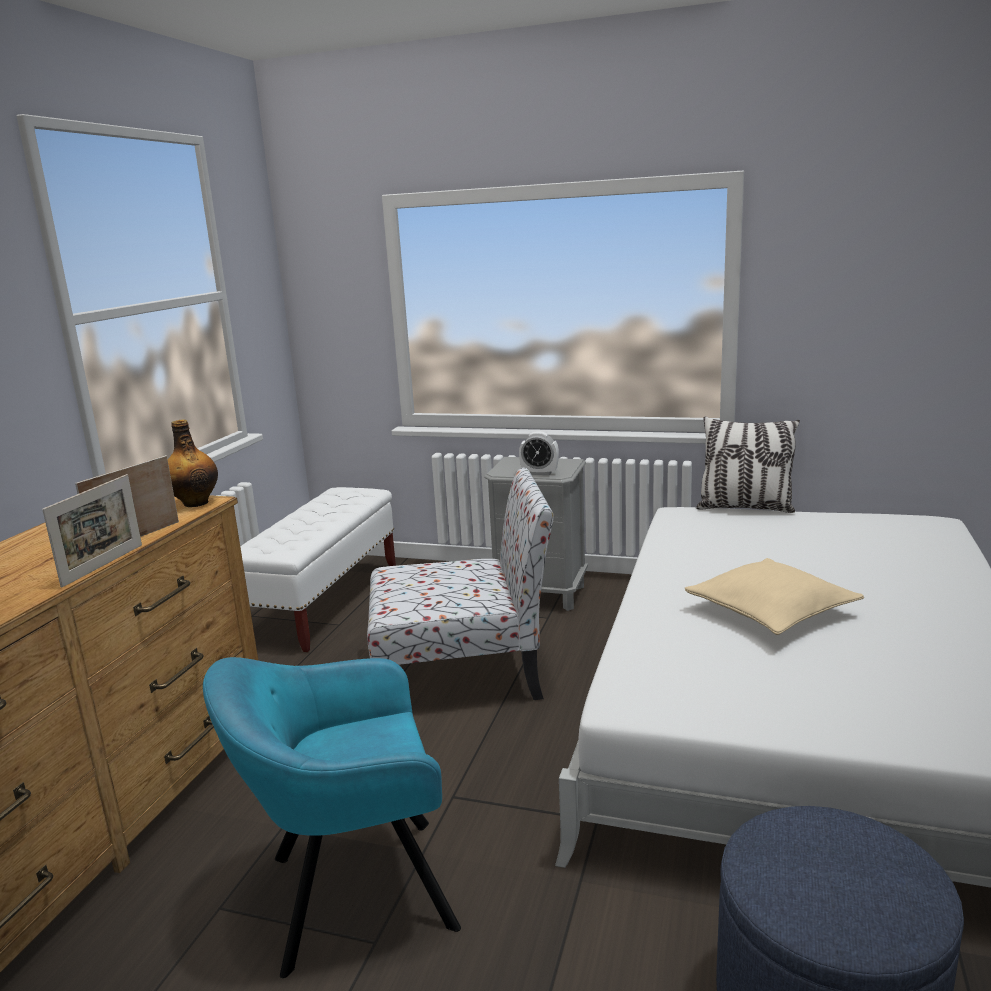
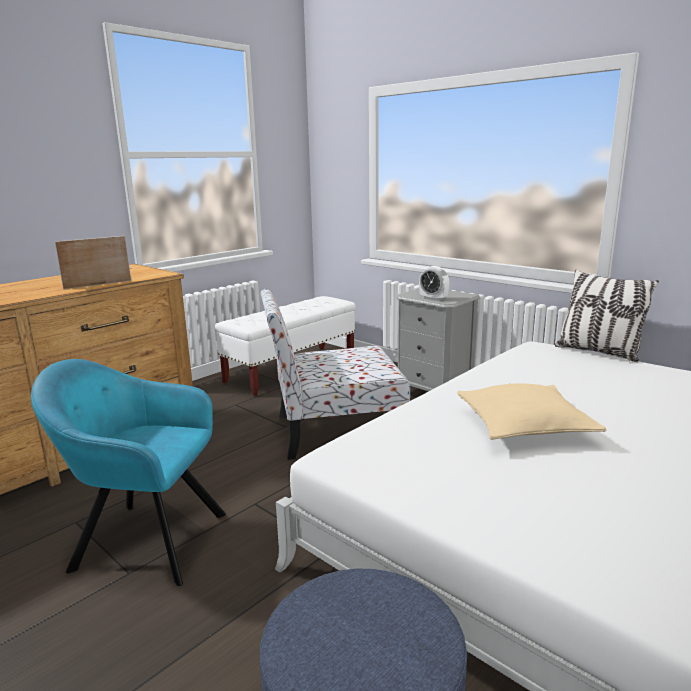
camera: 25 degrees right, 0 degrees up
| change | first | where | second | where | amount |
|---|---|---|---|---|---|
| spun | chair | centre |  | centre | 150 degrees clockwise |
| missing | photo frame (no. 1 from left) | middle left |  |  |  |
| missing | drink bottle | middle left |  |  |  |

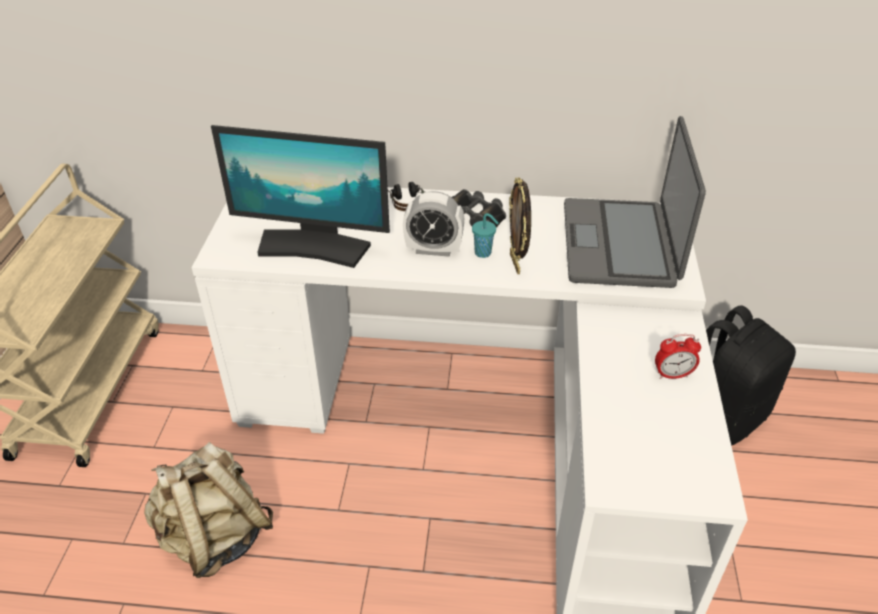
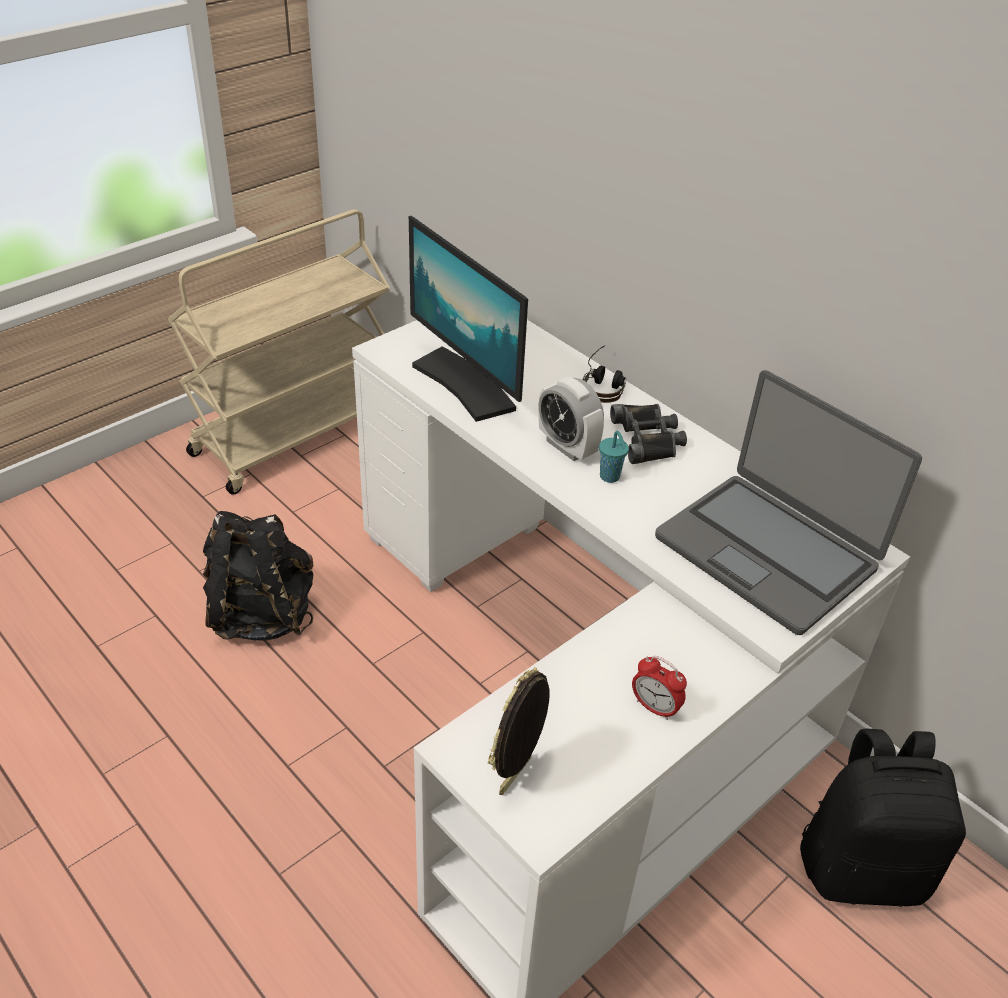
camera: 40 degrees right, 0 degrees up
| change | first | where | second | where | amount |
|---|---|---|---|---|---|
| colour | sand-coloured backpack | bottom left | black-coloured backpack (no. 1 from left) | middle left |  |
| relocated | photo frame | centre |  | bottom centre |  |
| spun | portable computer | top right |  | middle right | 90 degrees counterclockwise |

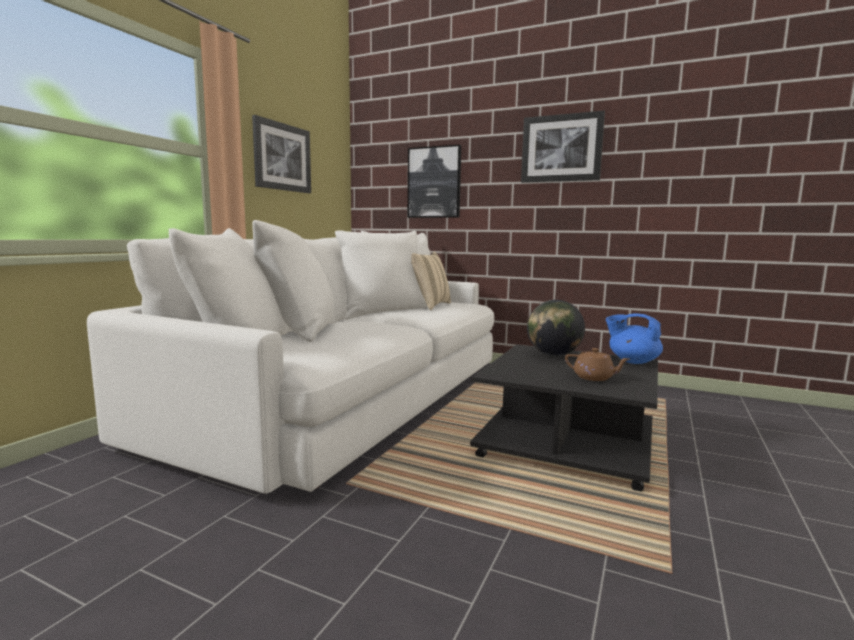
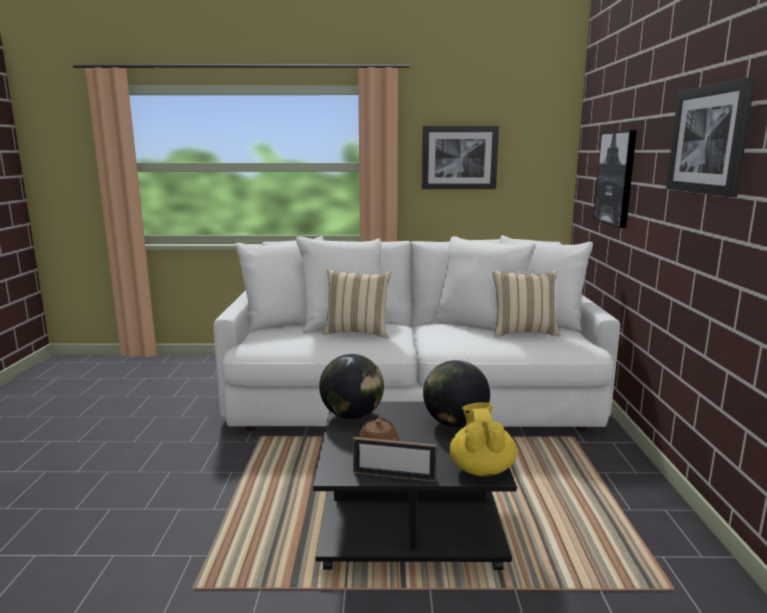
camera: 65 degrees right, 5 degrees up
| change | first | where | second | where | amount |
|---|---|---|---|---|---|
| appeared |  |  | world globe (no. 1 from left) | centre |  |
| appeared |  |  | sand-coloured pillow (no. 1 from left) | centre |  |
| appeared |  |  | photo frame | bottom centre |  |
| colour | bluish teapot | middle right | yellow teapot | bottom centre |  |

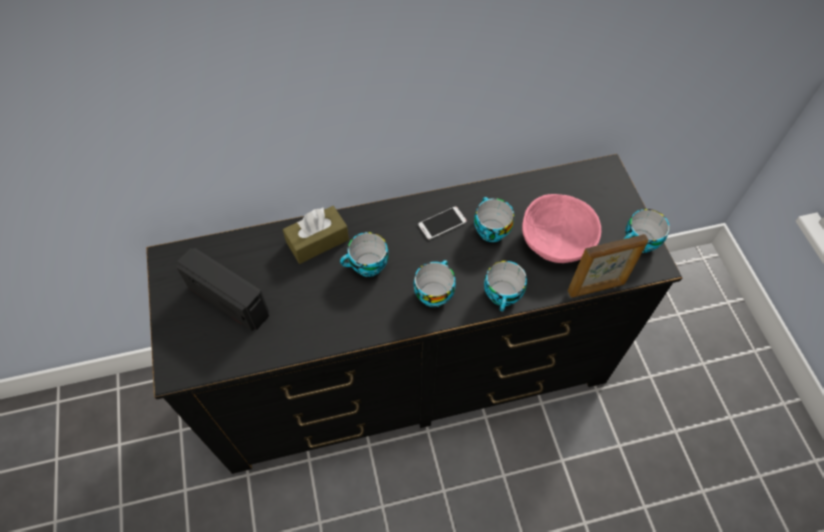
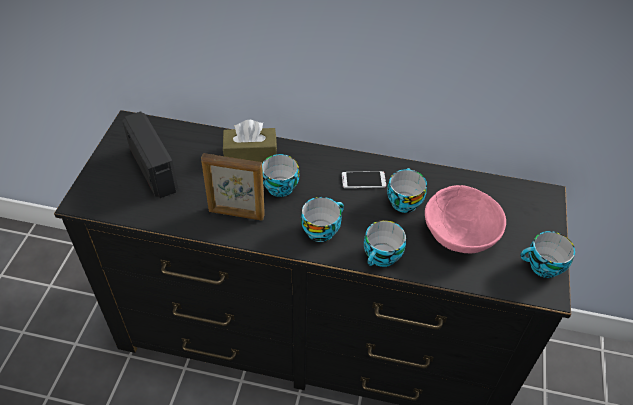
camera: 25 degrees right, 10 degrees down
| change | first | where | second | where | amount |
|---|---|---|---|---|---|
| relocated | photo frame | middle right |  | centre |  |

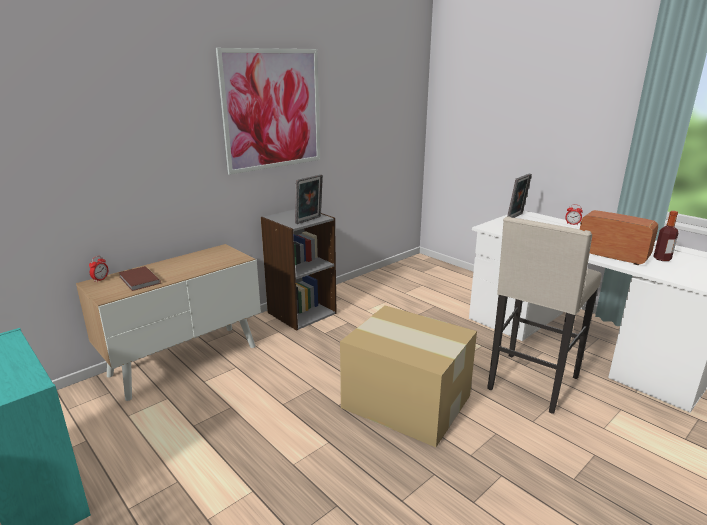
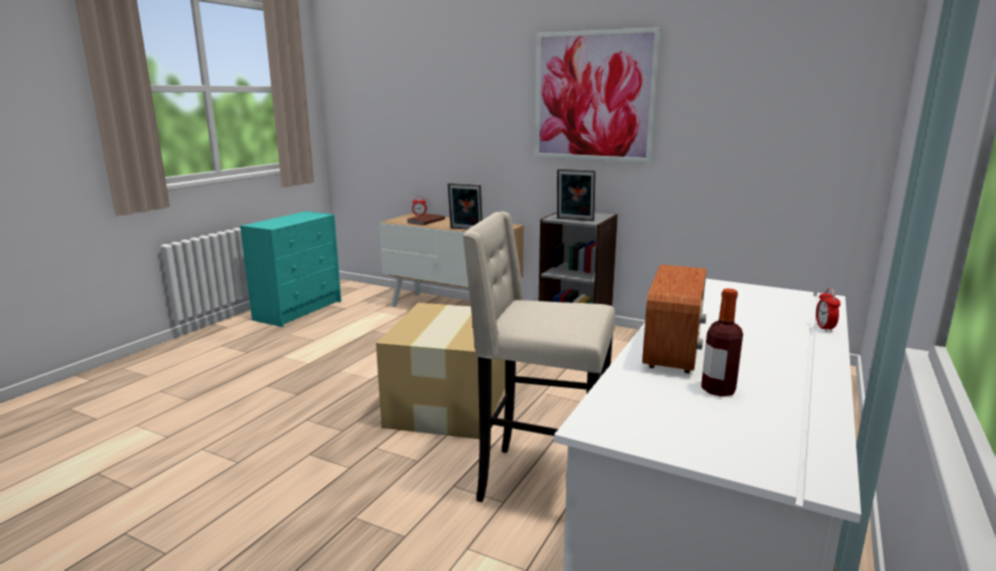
camera: 70 degrees right, 5 degrees down
| change | first | where | second | where | amount |
|---|---|---|---|---|---|
| relocated | photo frame (no. 2 from left in the first image) | middle right | photo frame (no. 1 from left) | centre |  |

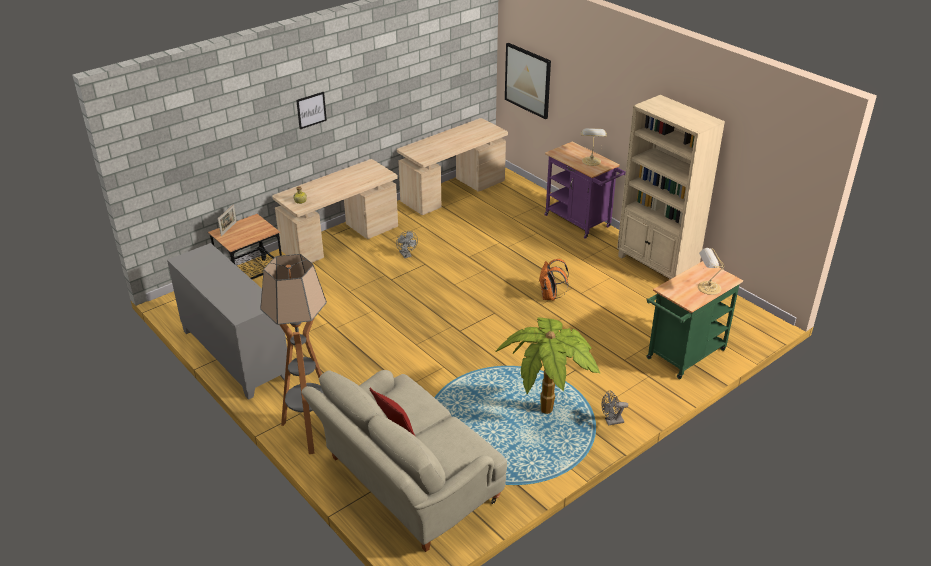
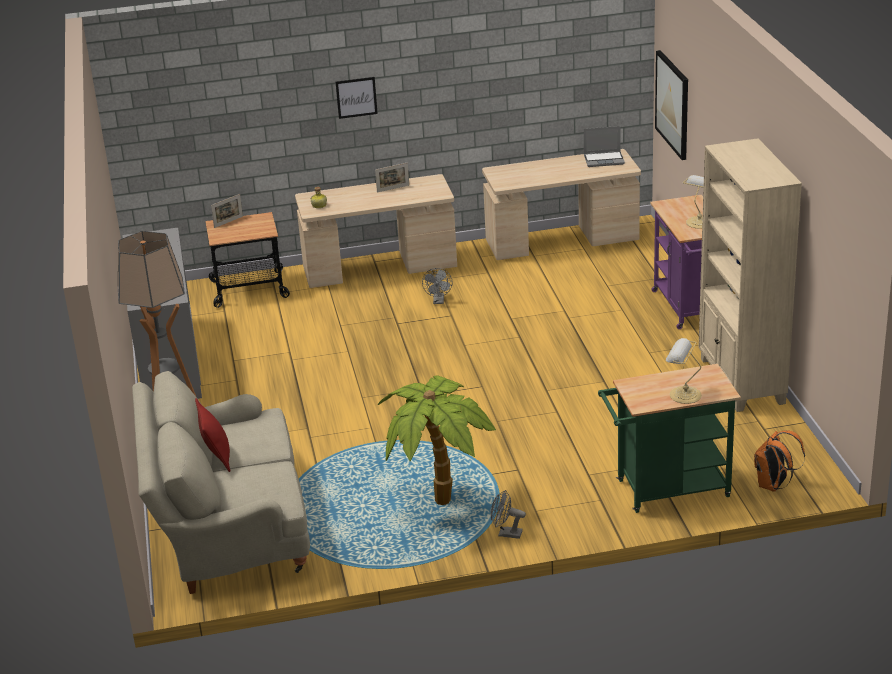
camera: 30 degrees right, 5 degrees down
| change | first | where | second | where | amount |
|---|---|---|---|---|---|
| appeared |  |  | photo frame (no. 2 from left) | top centre |  |
| appeared |  |  | portable computer | top right |  |
| relocated | orange-coloured backpack | centre |  | bottom right |  |

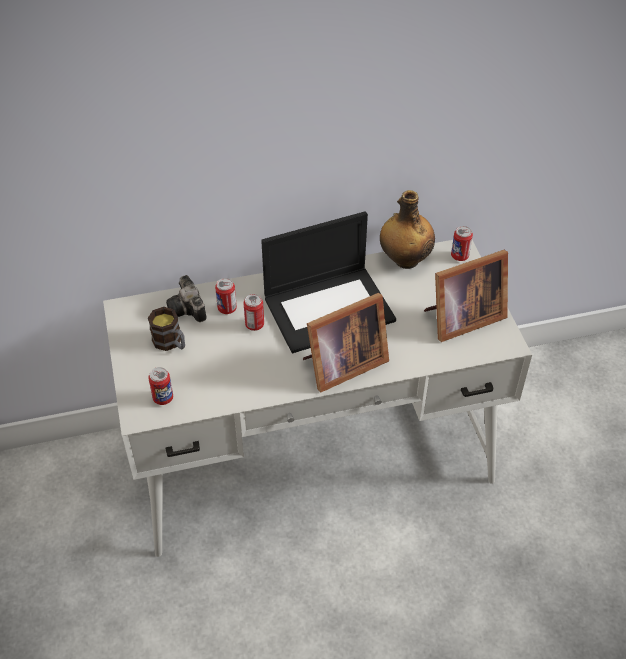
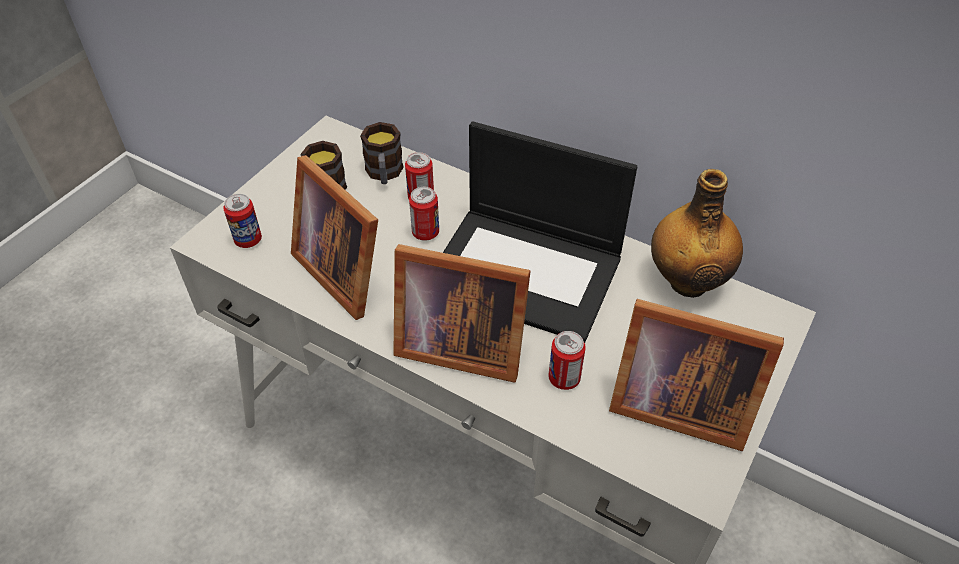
camera: 45 degrees right, 0 degrees up
| change | first | where | second | where | amount |
|---|---|---|---|---|---|
| appeared |  |  | photo frame (no. 1 from left) | centre |  |
| exchanged | still camera | middle left | mug (no. 2 from left) | top centre |  |
| relocated | can (no. 4 from left) | middle right |  | centre |  |

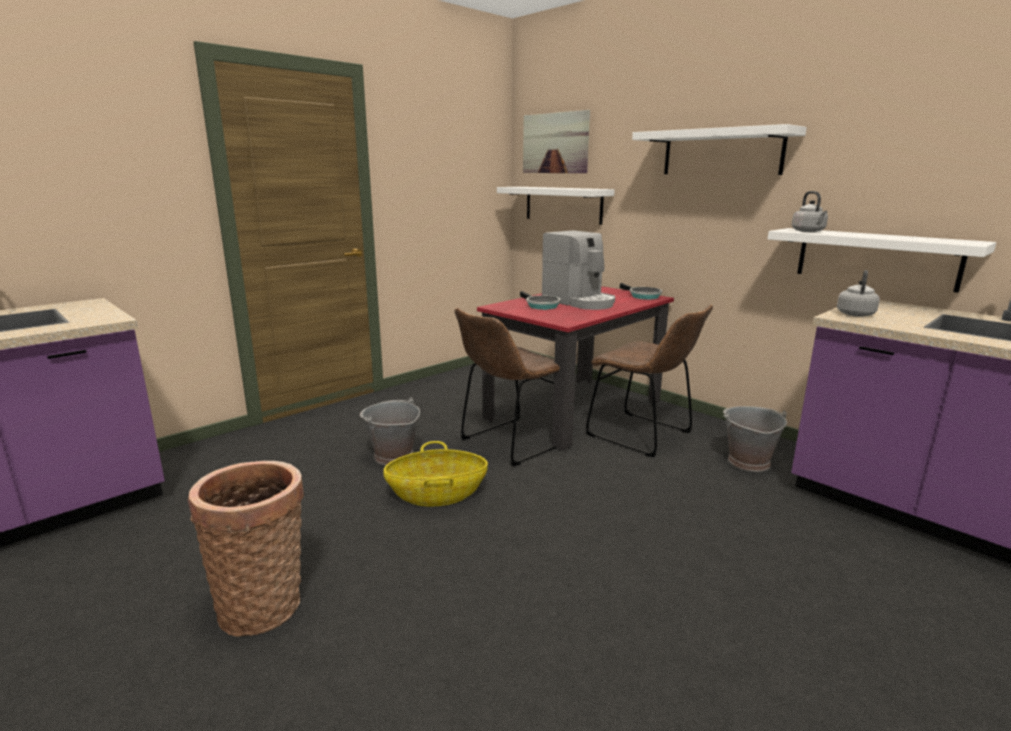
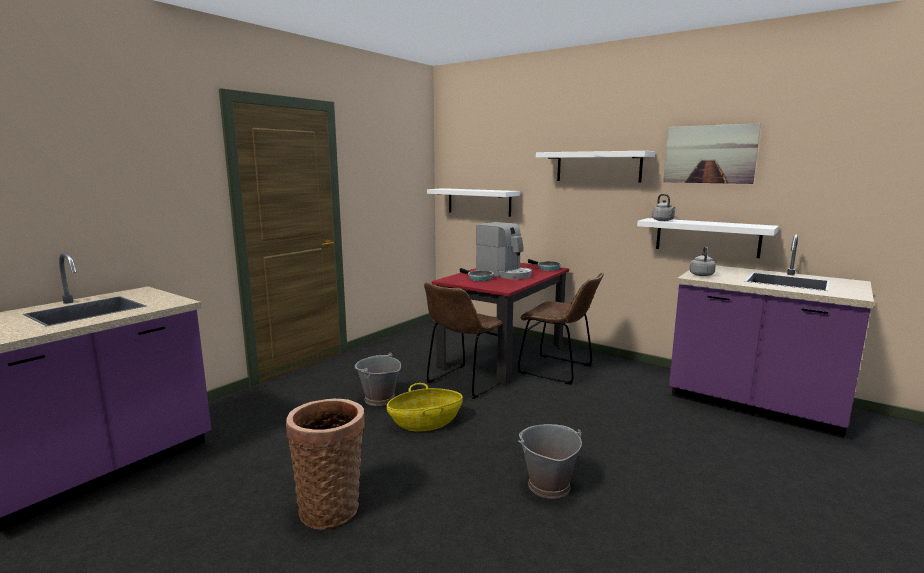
camera: 10 degrees left, 5 degrees down
| change | first | where | second | where | amount |
|---|---|---|---|---|---|
| relocated | grey water bucket (no. 2 from left) | middle right |  | bottom centre |  |
| relocated | wall art | top centre |  | top right |  |

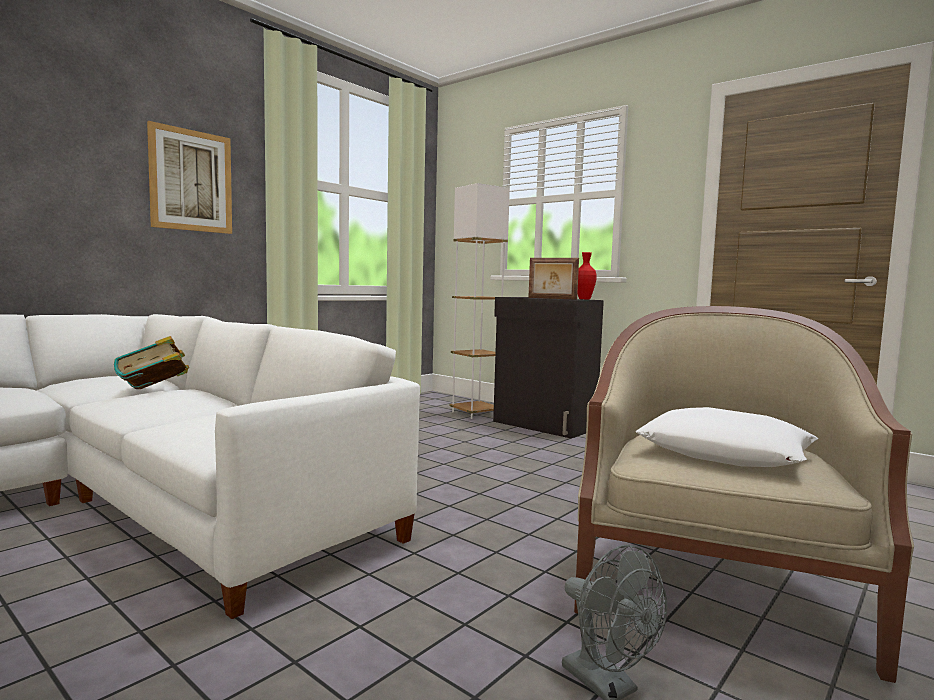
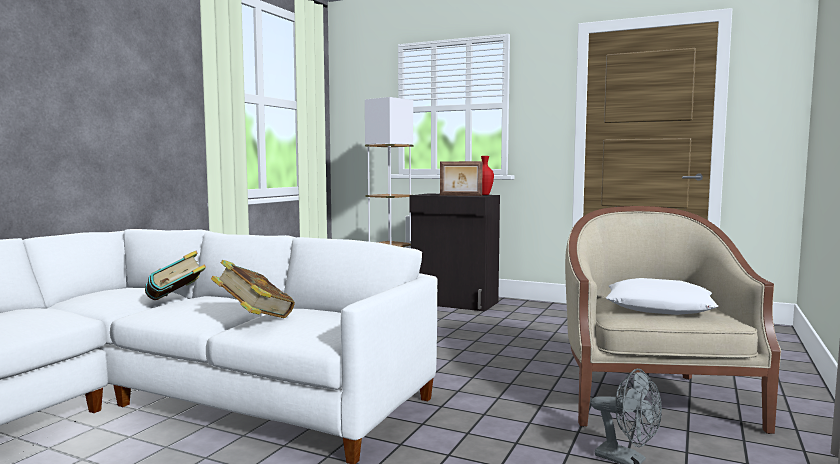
camera: 15 degrees left, 0 degrees up
| change | first | where | second | where | amount |
|---|---|---|---|---|---|
| appeared |  |  | book (no. 2 from left) | middle left |  |
| missing | wall art | top left |  |  |  |

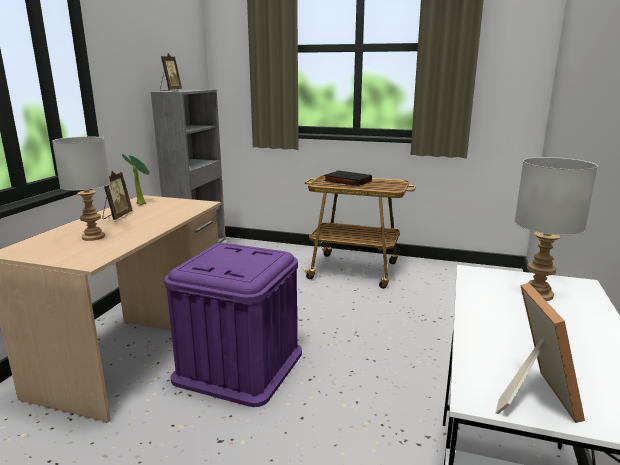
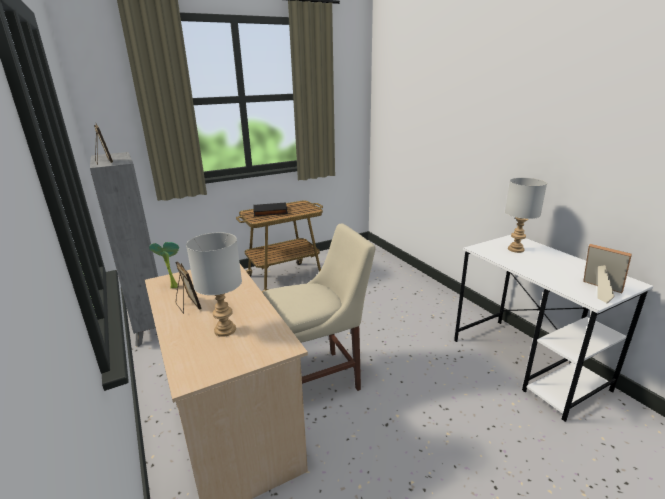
camera: 45 degrees left, 5 degrees up
| change | first | where | second | where | amount |
|---|---|---|---|---|---|
| exchanged | purple-coloured storage container | bottom centre | sand-coloured chair | centre |  |

